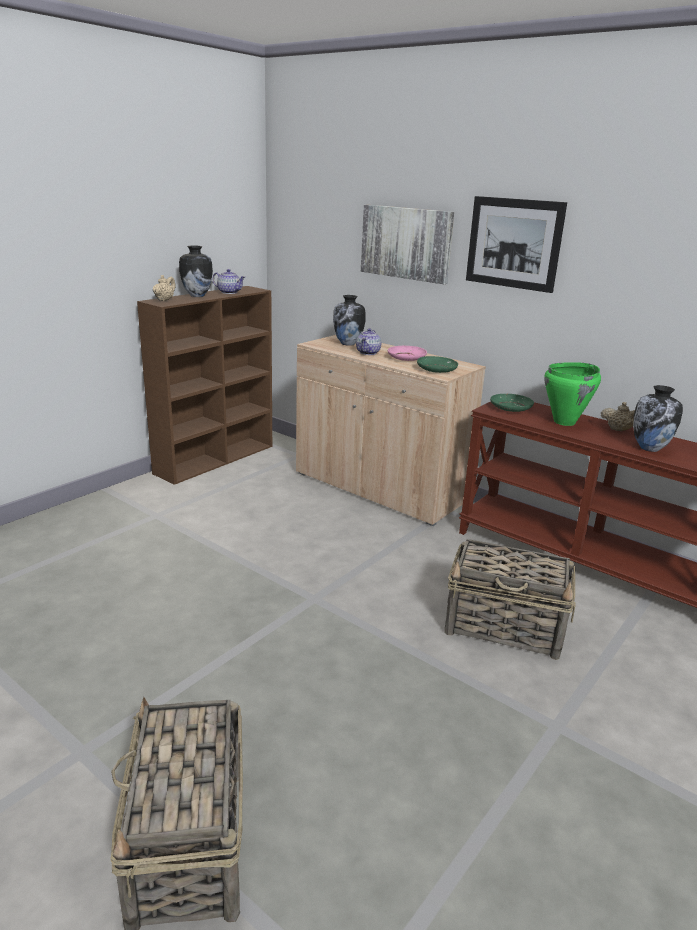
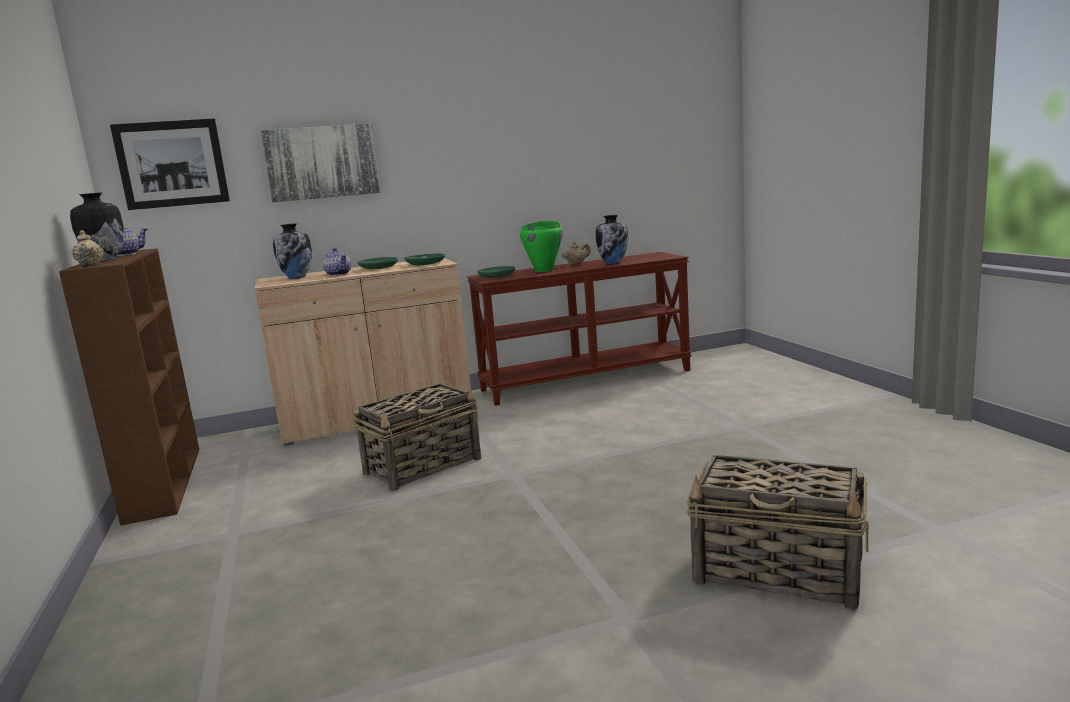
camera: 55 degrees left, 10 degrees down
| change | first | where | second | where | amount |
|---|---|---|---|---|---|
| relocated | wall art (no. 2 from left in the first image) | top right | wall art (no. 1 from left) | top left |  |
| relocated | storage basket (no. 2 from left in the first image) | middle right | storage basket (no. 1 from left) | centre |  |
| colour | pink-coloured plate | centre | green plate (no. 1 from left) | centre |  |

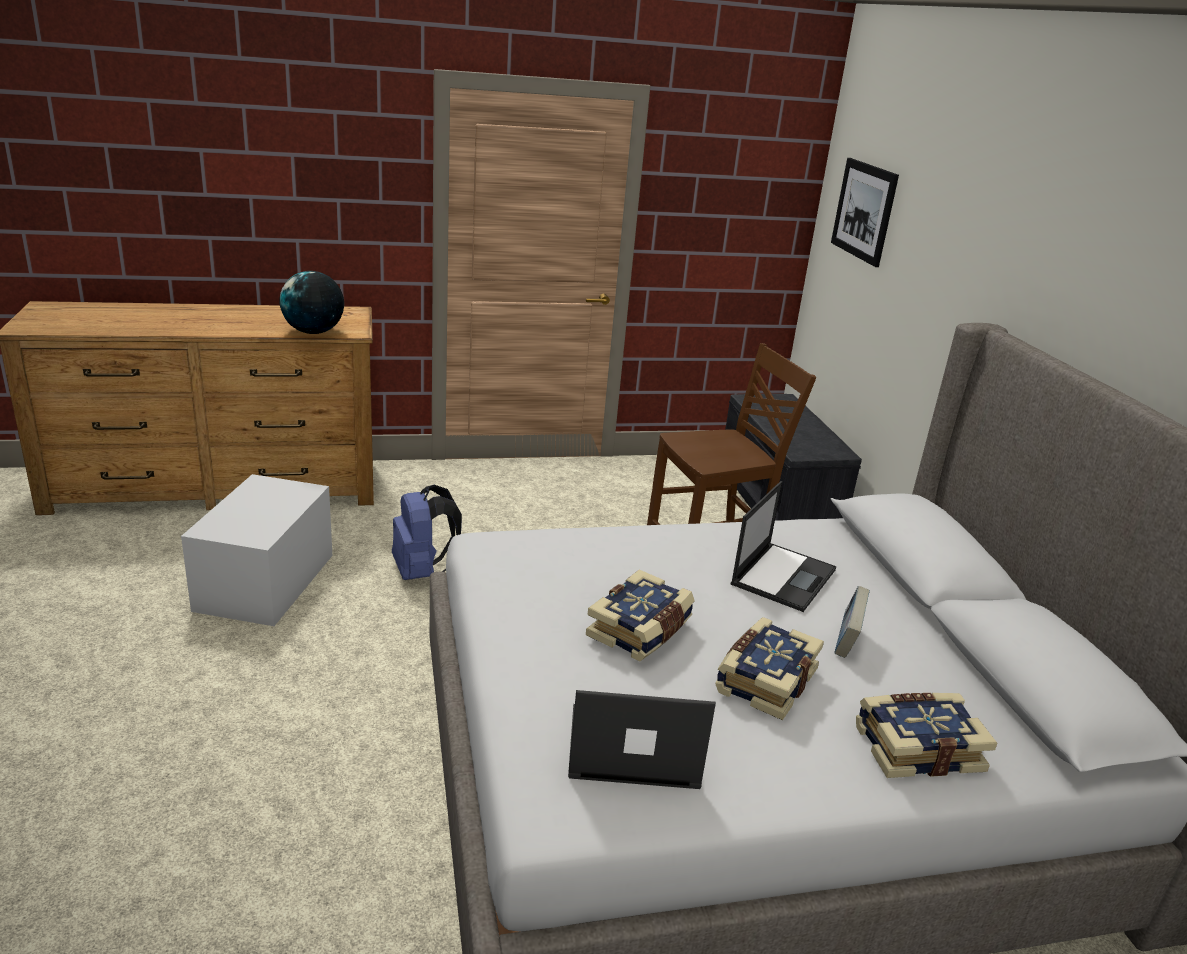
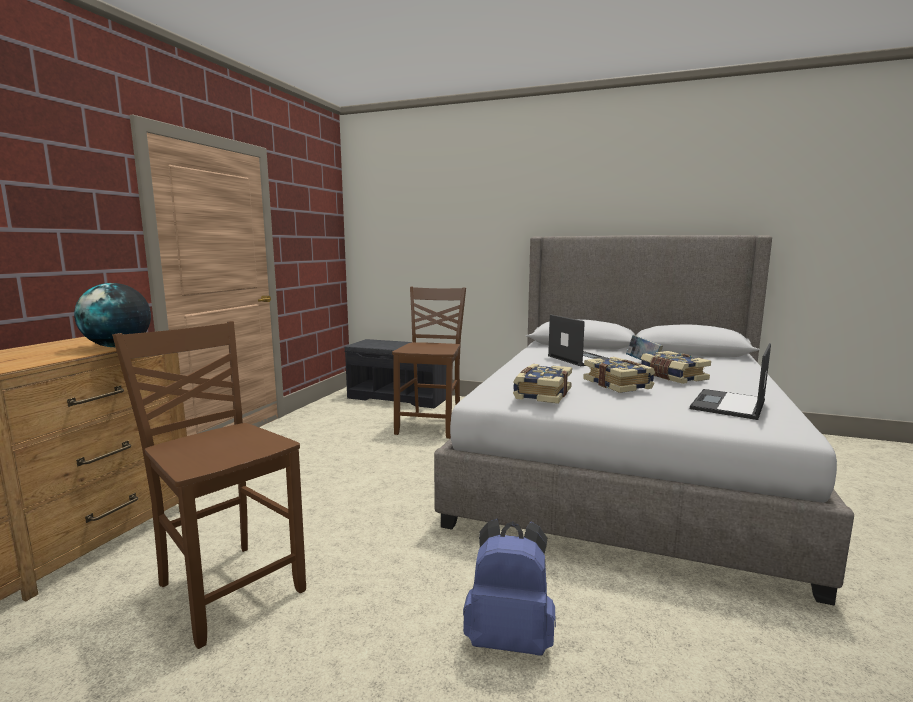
camera: 55 degrees left, 15 degrees down
| change | first | where | second | where | amount |
|---|---|---|---|---|---|
| exchanged | white storage container | middle left | brownish chair (no. 1 from left) | bottom left |  |
| relocated | bluish backpack | centre |  | bottom centre |  |
| relocated | book (no. 4 from left in the first image) | bottom right | book (no. 1 from left) | centre |  |
| missing | wall art | top right |  |  |  |

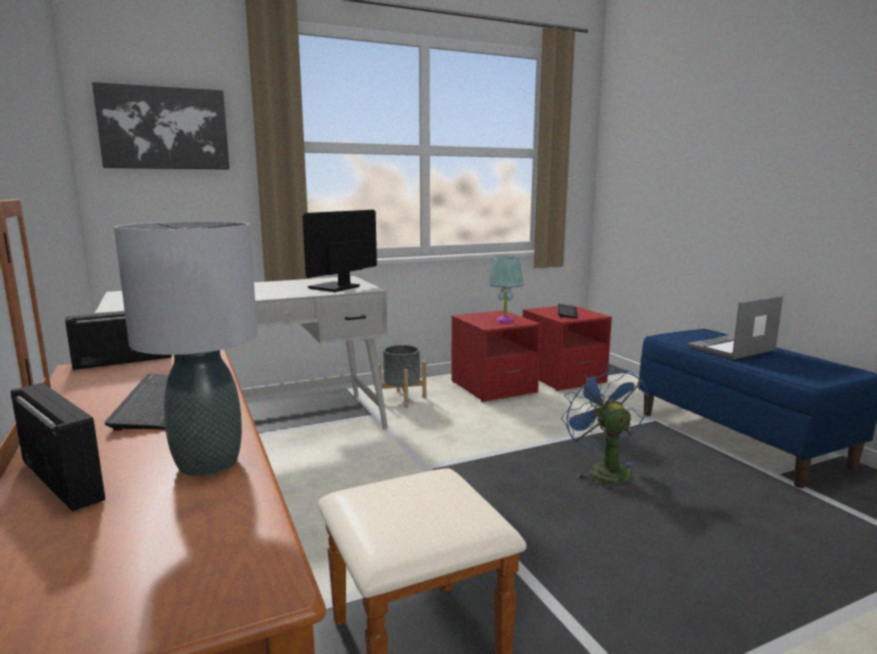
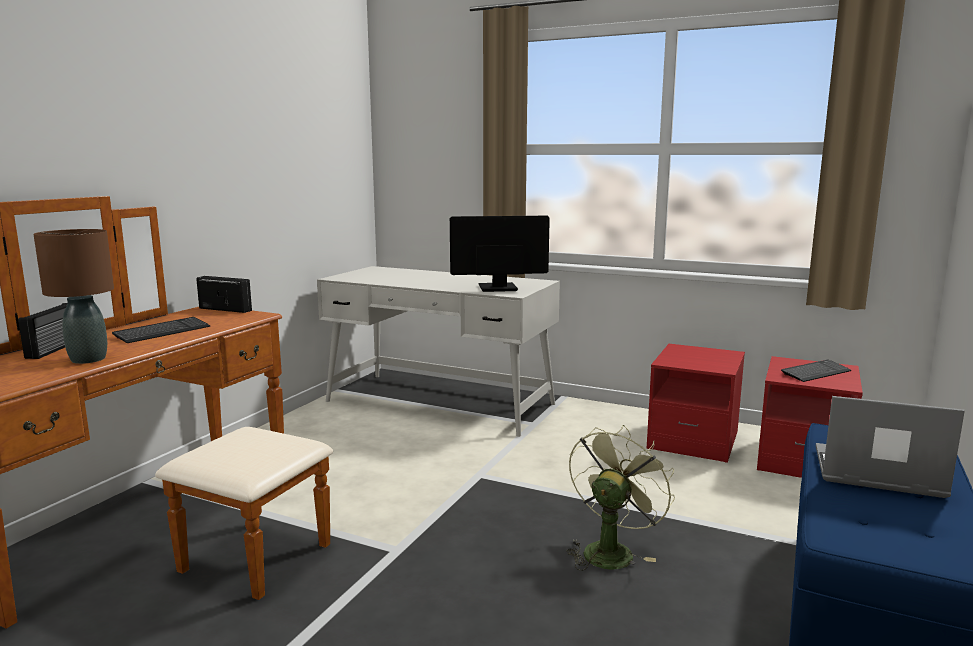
camera: 50 degrees right, 0 degrees up
| change | first | where | second | where | amount |
|---|---|---|---|---|---|
| colour | grey table lamp | middle left | brownish table lamp | middle left |  |
| colour | bluish fan | middle right | green fan | bottom centre |  |
| missing | wall art | top left |  |  |  |
| missing | grey plant pot | centre |  |  |  |
| missing | turquoise table lamp | centre |  |  |  |

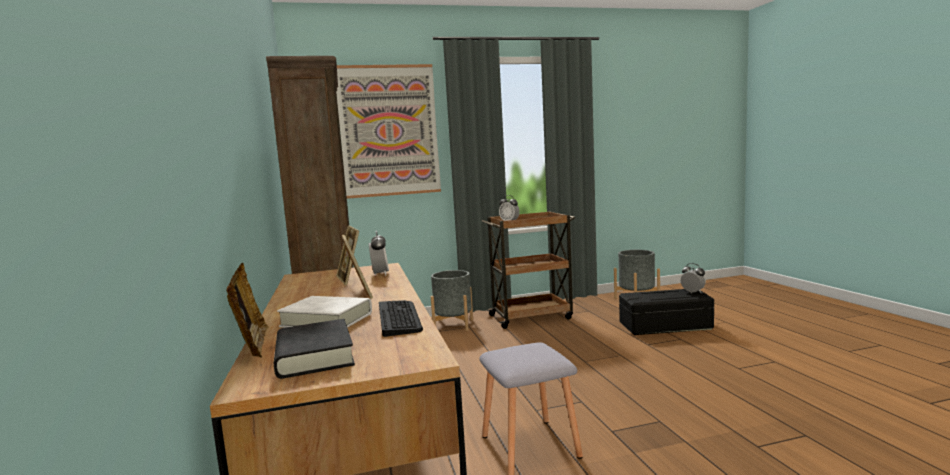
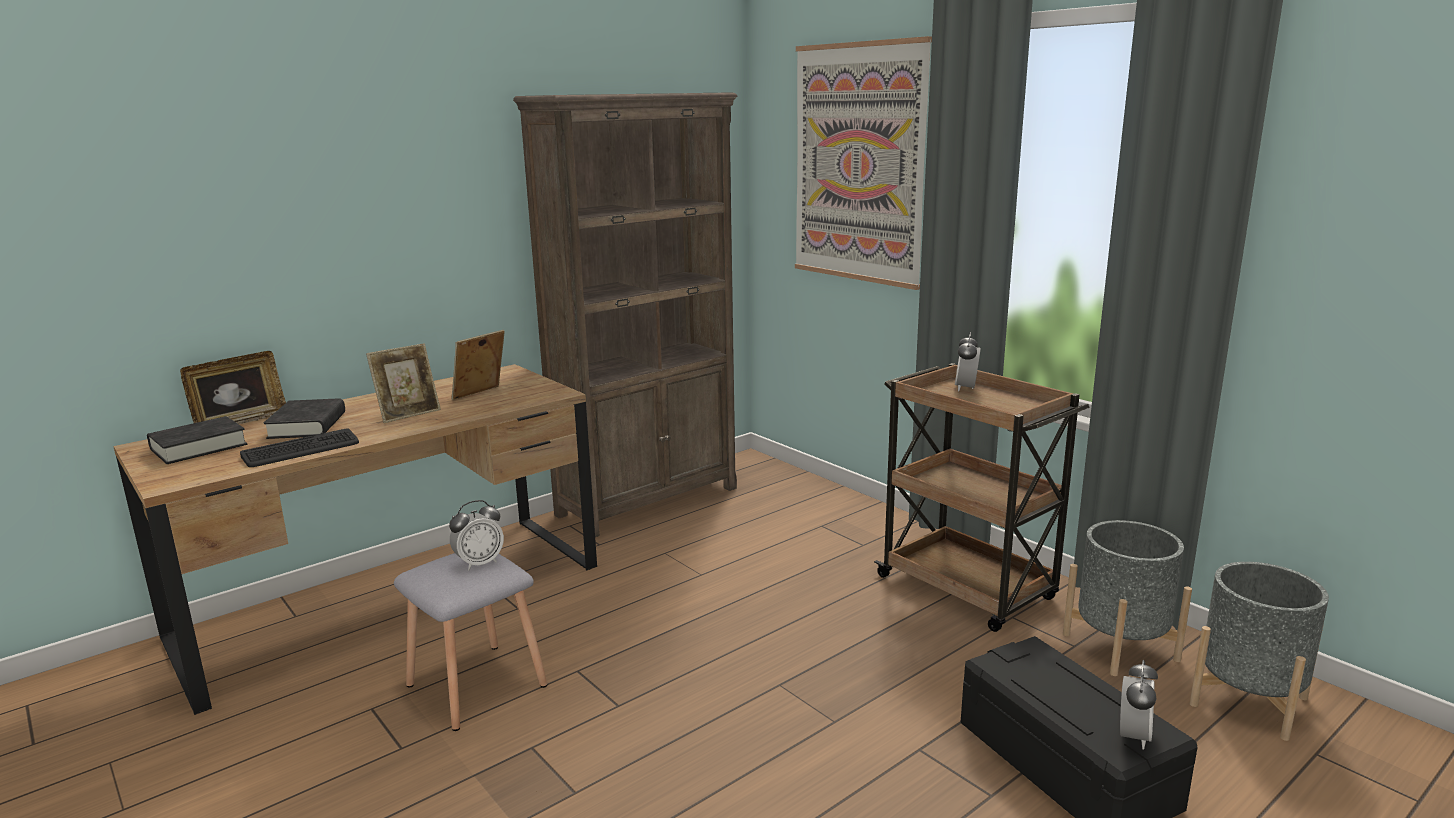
camera: 65 degrees right, 10 degrees up
| change | first | where | second | where | amount |
|---|---|---|---|---|---|
| colour | white book | centre | black-coloured book (no. 2 from left) | middle left |  |
| relocated | bedside clock (no. 1 from left) | centre |  | middle left |  |
| relocated | grey plant pot (no. 1 from left) | centre |  | bottom right |  |

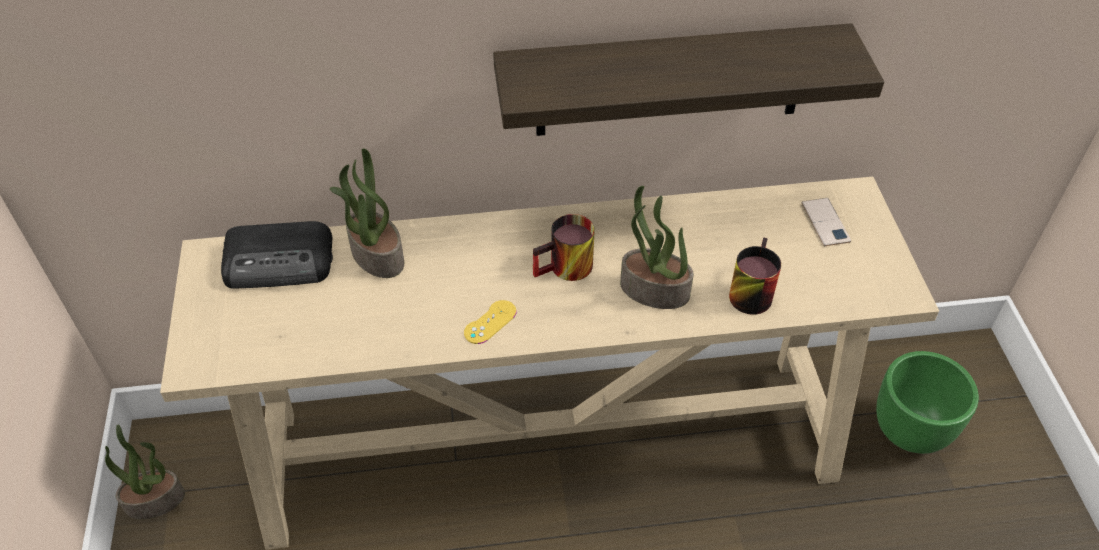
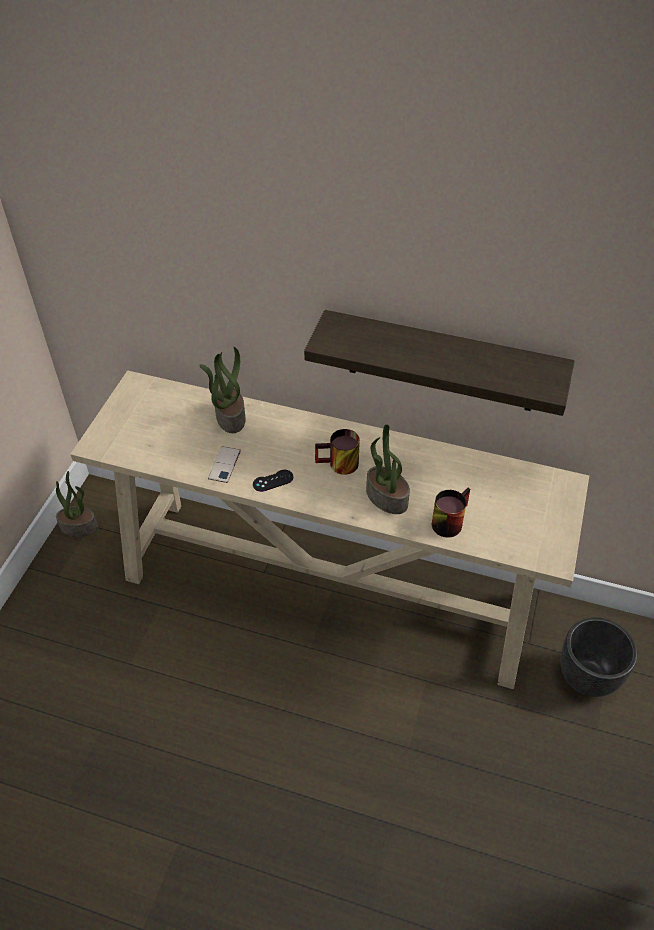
camera: 25 degrees right, 0 degrees up
| change | first | where | second | where | amount |
|---|---|---|---|---|---|
| relocated | telephone | middle right |  | centre |  |
| colour | yellow gamepad | centre | black-coloured gamepad | centre |  |
| colour | green plant pot | bottom right | black-coloured plant pot | bottom right |  |
| missing | radio receiver | middle left |  |  |  |

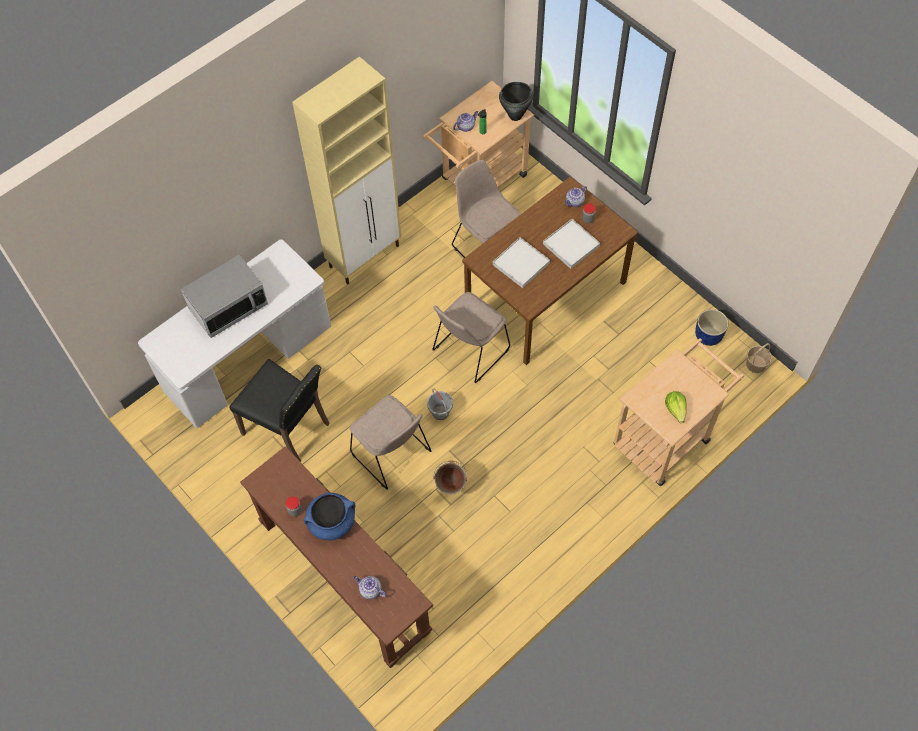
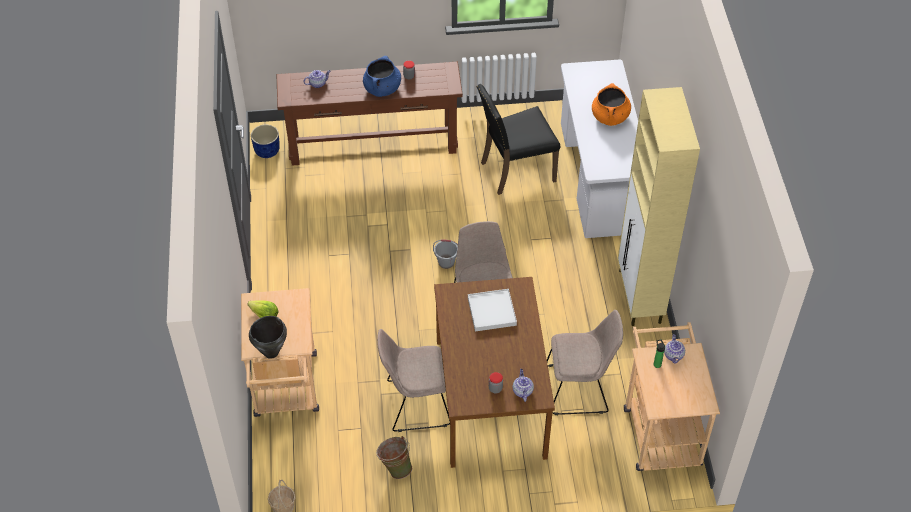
camera: 125 degrees right, 10 degrees down
| change | first | where | second | where | amount |
|---|---|---|---|---|---|
| relocated | black-coloured saucepot | top centre |  | middle left |  |
| relocated | bluish plant pot | middle right |  | top left |  |
| relocated | green water bucket | centre |  | bottom centre |  |
| relocated | sand-coloured chair (no. 1 from left) | centre |  | bottom centre |  |
| exchanged | kitchen microwave | middle left | orange-coloured saucepot | top right |  |
| missing | white serving tray (no. 2 from left) | centre |  |  |  |

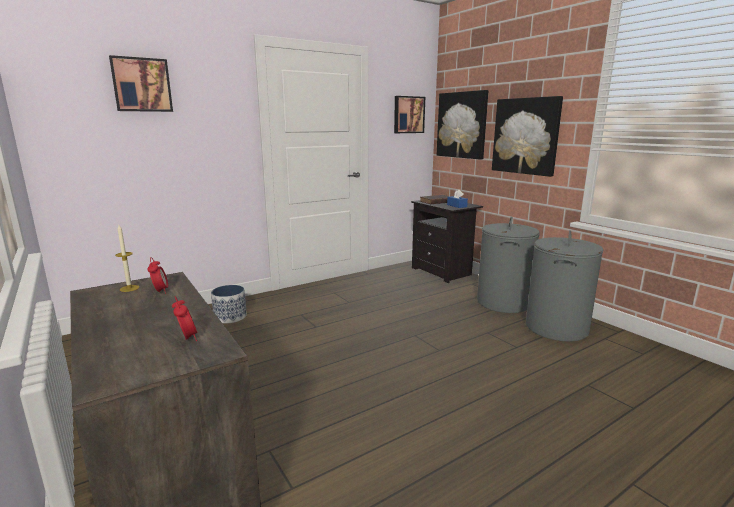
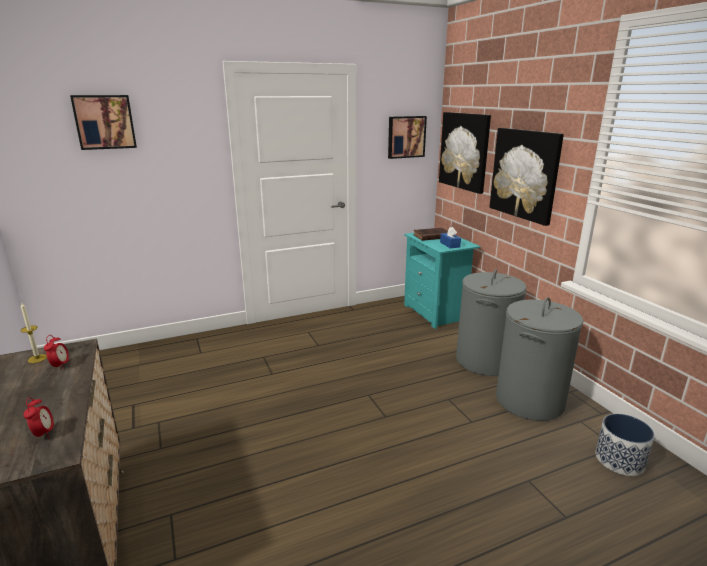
camera: 10 degrees right, 5 degrees up
| change | first | where | second | where | amount |
|---|---|---|---|---|---|
| colour | black-coloured bedside table | centre | turquoise bedside table | centre |  |
| relocated | plant pot | middle left |  | bottom right |  |

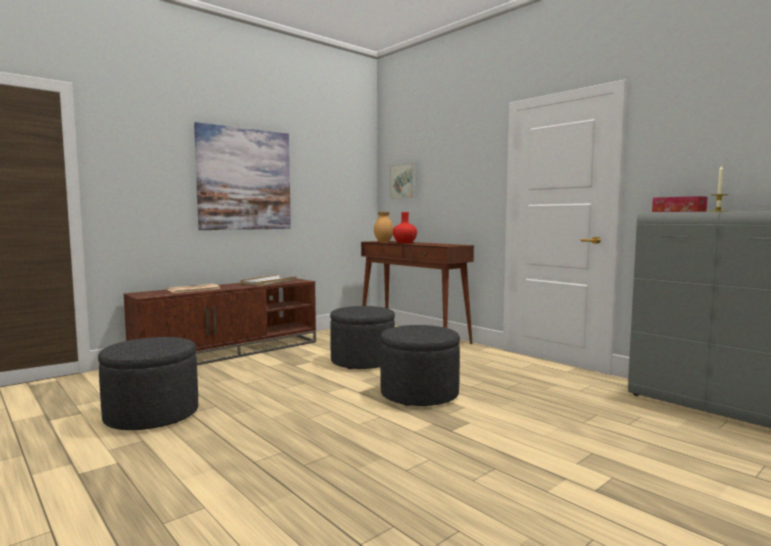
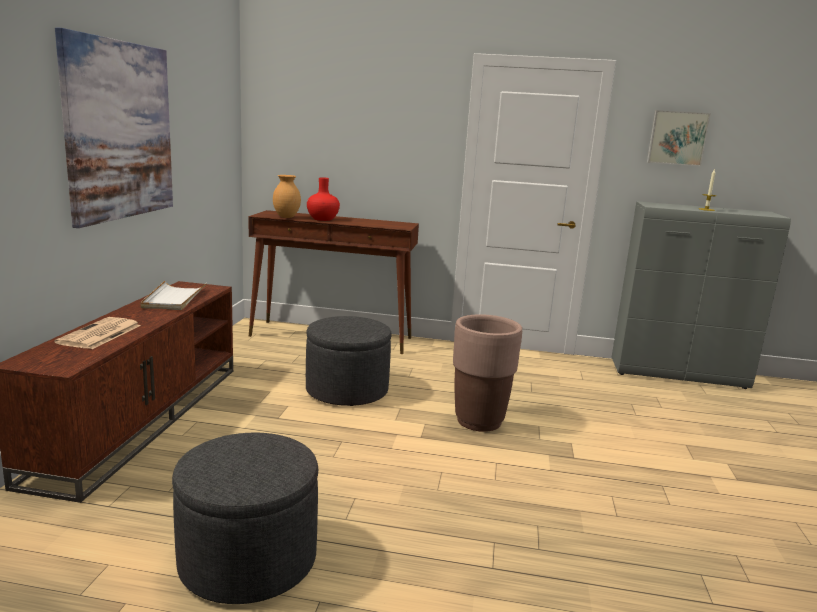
camera: 40 degrees left, 10 degrees up
| change | first | where | second | where | amount |
|---|---|---|---|---|---|
| exchanged | grey ottoman (no. 3 from left) | bottom centre | brownish plant pot | centre |  |
| relocated | wall art (no. 2 from left) | top centre |  | top right |  |
| missing | box of tissues | middle right |  |  |  |

